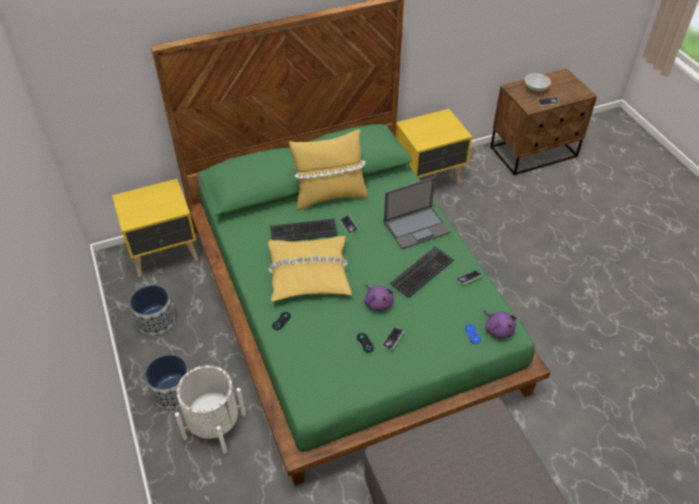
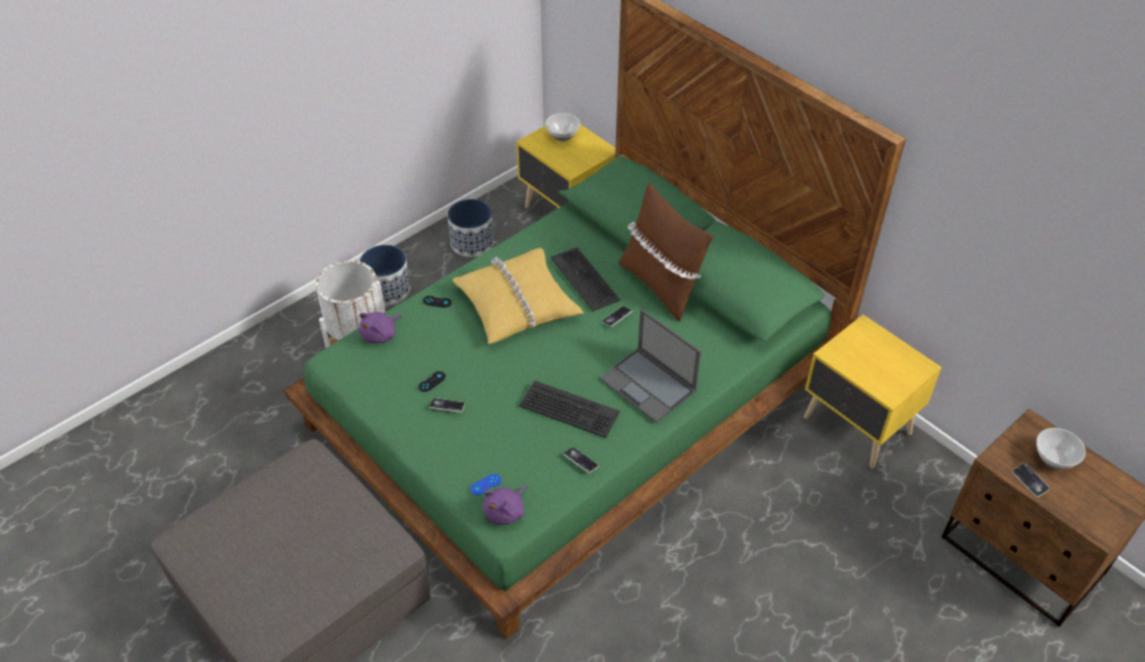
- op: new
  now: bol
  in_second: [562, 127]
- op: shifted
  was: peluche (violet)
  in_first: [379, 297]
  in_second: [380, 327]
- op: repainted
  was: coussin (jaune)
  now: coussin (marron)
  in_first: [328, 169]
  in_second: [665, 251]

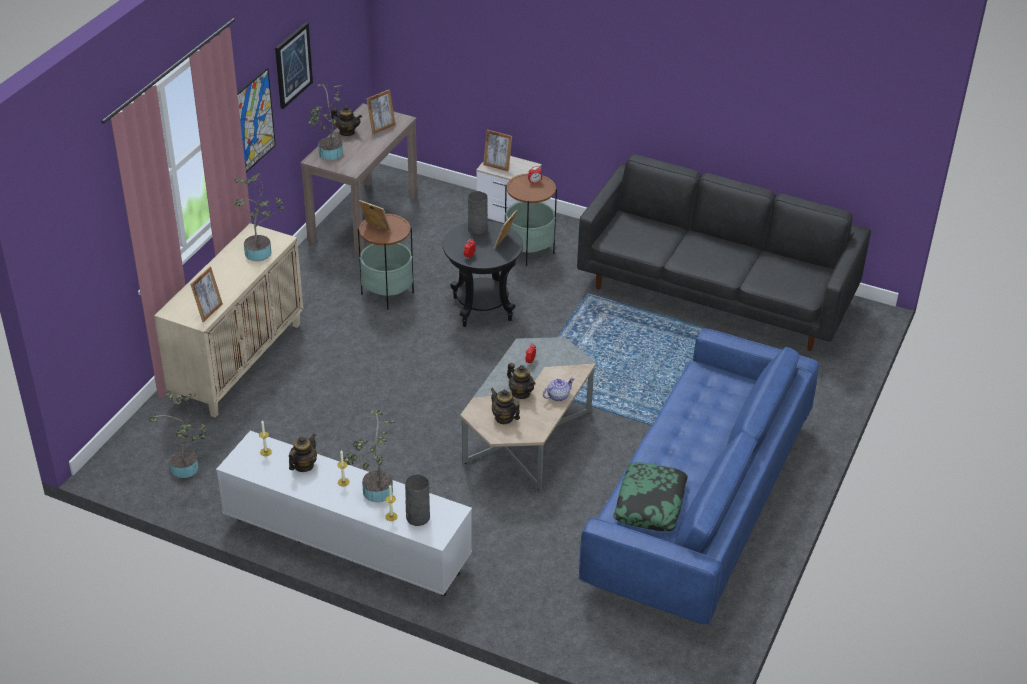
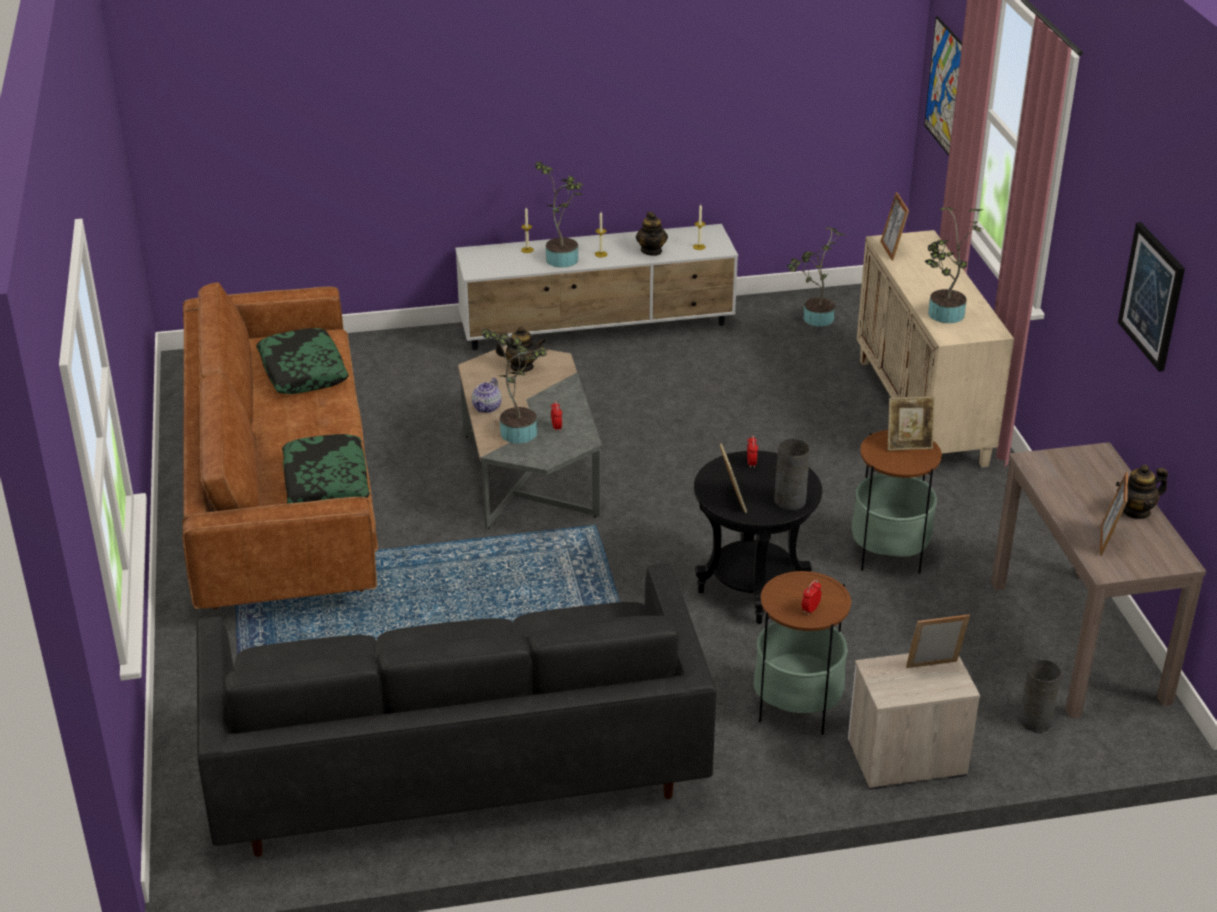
- op: gone
  was: théière
  in_first: [521, 381]
- op: new
  now: coussin
  in_second: [326, 469]
- op: shifted
  was: tableau
  in_first: [256, 120]
  in_second: [943, 86]
- op: shifted
  was: plante en pot
  in_first: [325, 122]
  in_second: [515, 386]
- op: shifted
  was: vase (gris)
  in_first: [417, 500]
  in_second: [1040, 696]
- op: repainted
  was: canapé (bleu)
  now: canapé (marron)
  in_first: [699, 477]
  in_second: [280, 445]

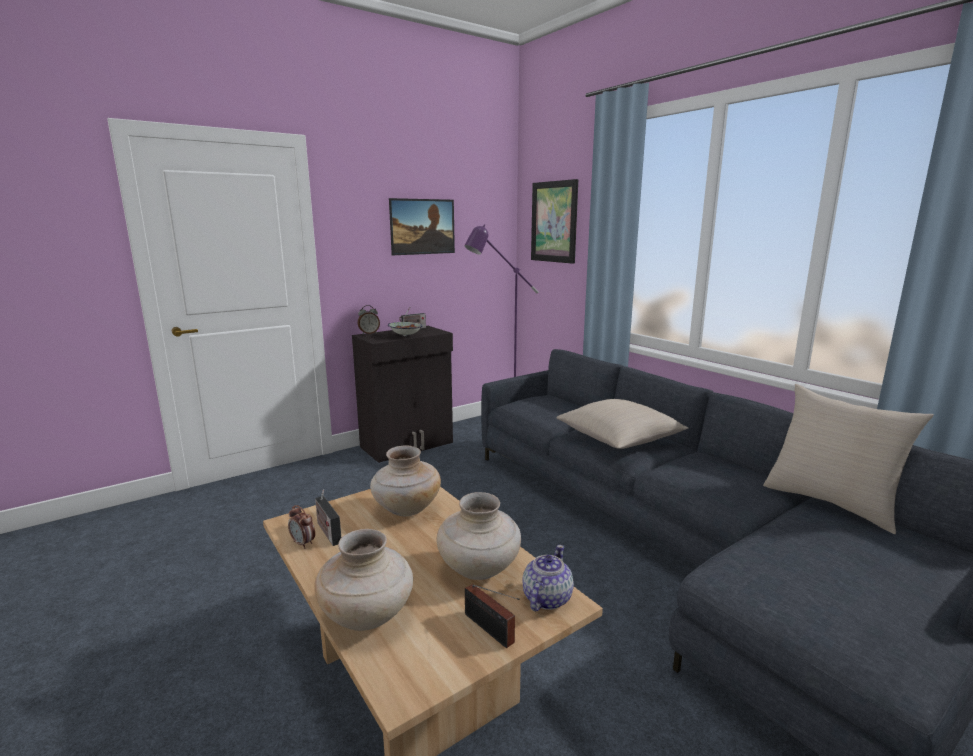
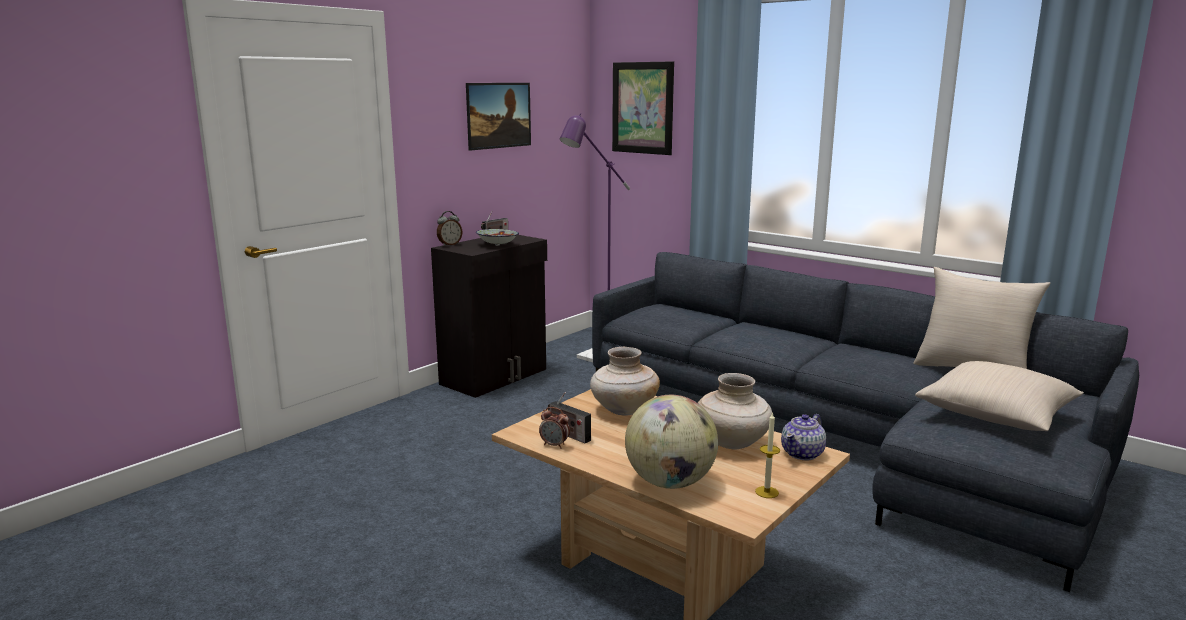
- op: gone
  was: radio
  in_first: [492, 616]
- op: new
  now: bougie
  in_second: [767, 455]
- op: shifted
  was: coussin (beige)
  in_first: [622, 424]
  in_second: [999, 396]
- op: swapped
  was: vase (beige)
  now: globe
  in_first: [363, 580]
  in_second: [671, 442]
- op: rotated
  was: théière
  in_first: [548, 578]
  in_second: [803, 437]
  clockwise: -150

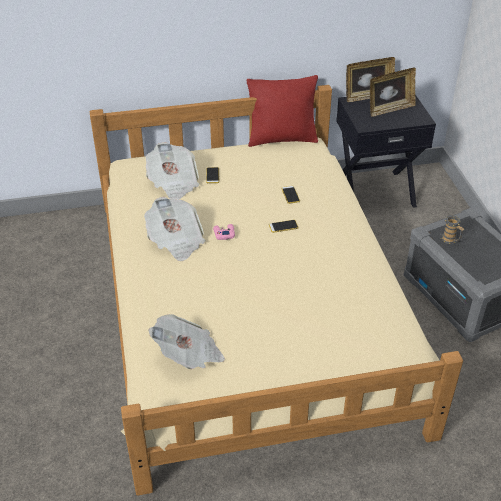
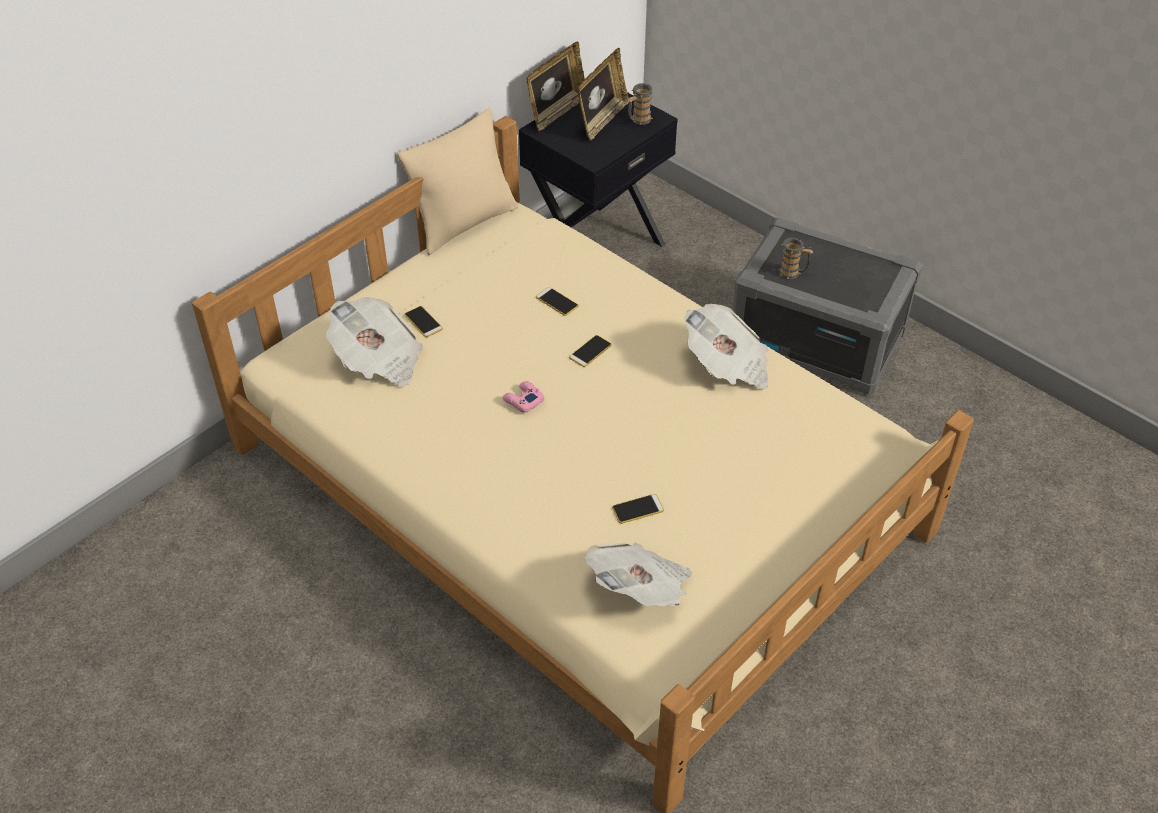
- op: new
  now: téléphone
  in_second: [638, 509]
- op: new
  now: mug
  in_second: [641, 104]
- op: shifted
  was: journal
  in_first: [174, 229]
  in_second: [726, 346]
- op: repainted
  was: coussin (rouge)
  now: coussin (beige)
  in_first: [282, 111]
  in_second: [457, 181]

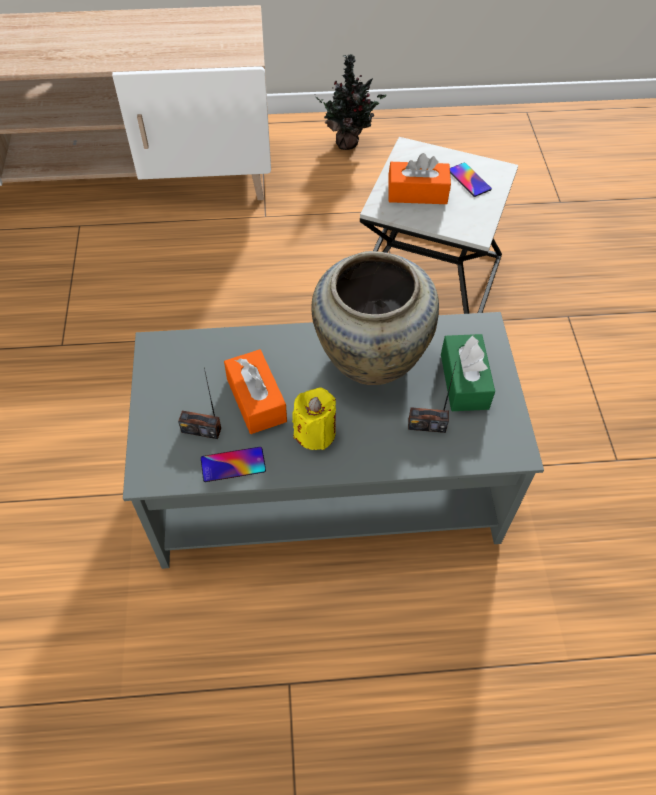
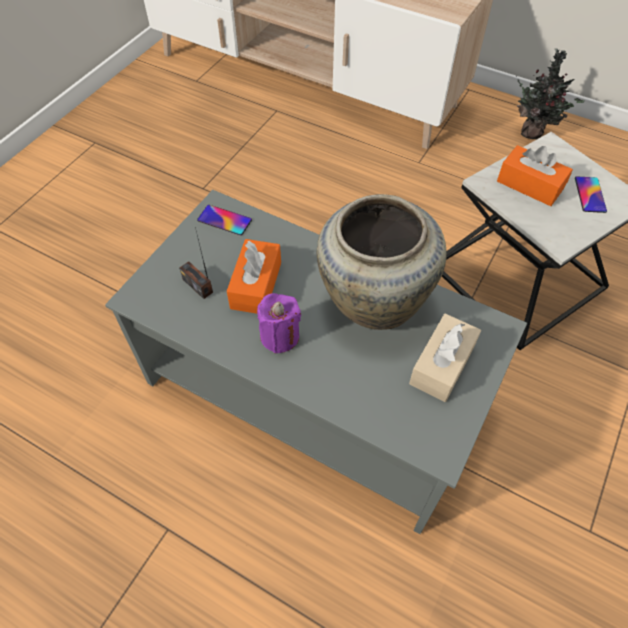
- op: gone
  was: radio
  in_first: [432, 398]
- op: shifted
  was: téléphone
  in_first: [233, 464]
  in_second: [224, 220]
- op: repainted
  was: bougie (jaune)
  now: bougie (violet)
  in_first: [314, 418]
  in_second: [279, 323]
- op: repainted
  was: boîte à mouchoirs (vert)
  now: boîte à mouchoirs (beige)
  in_first: [468, 372]
  in_second: [445, 357]

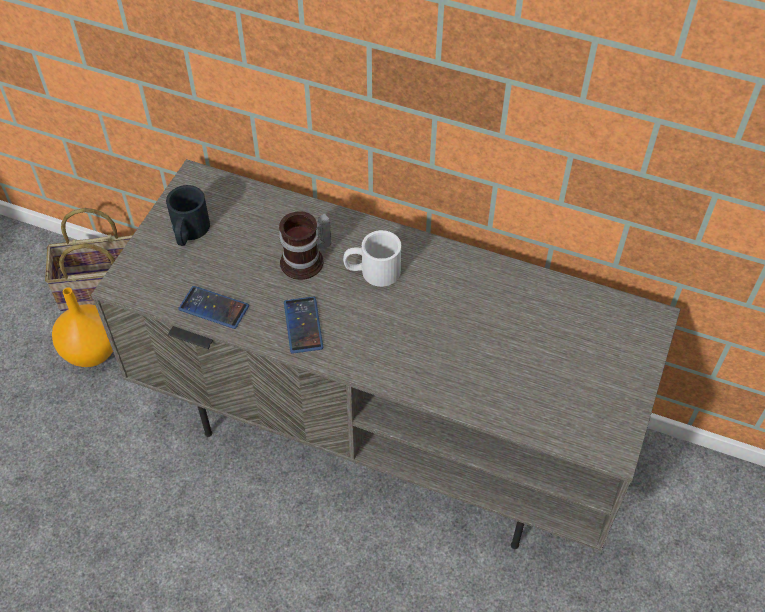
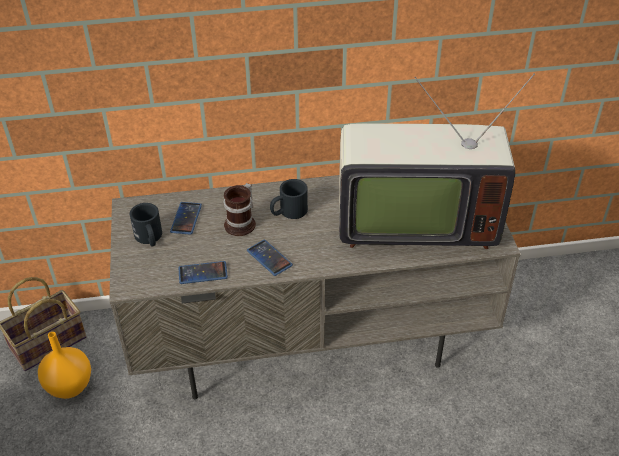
- op: new
  now: téléphone
  in_second: [186, 218]
- op: new
  now: téléviseur
  in_second: [437, 161]
- op: repainted
  was: mug (blanc)
  now: mug (noir)
  in_first: [372, 258]
  in_second: [289, 199]

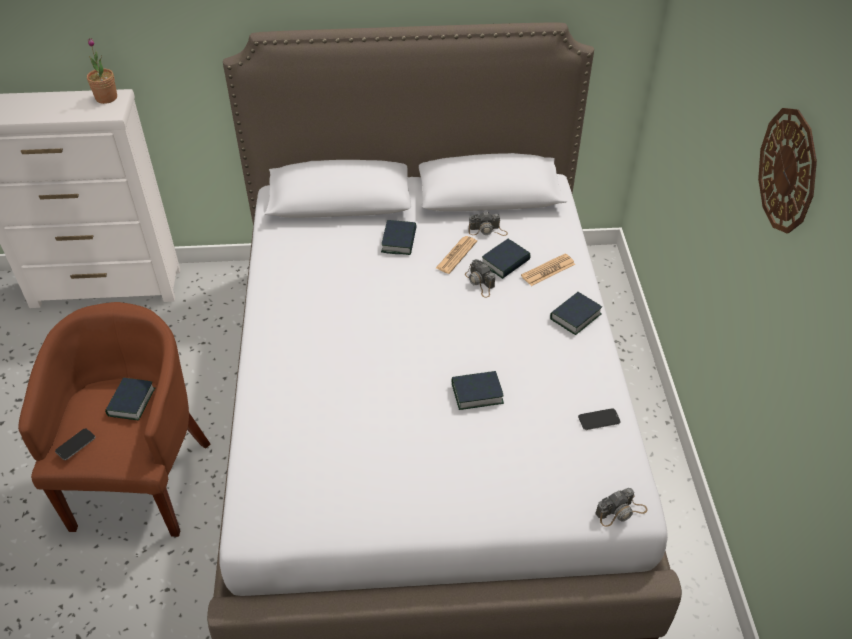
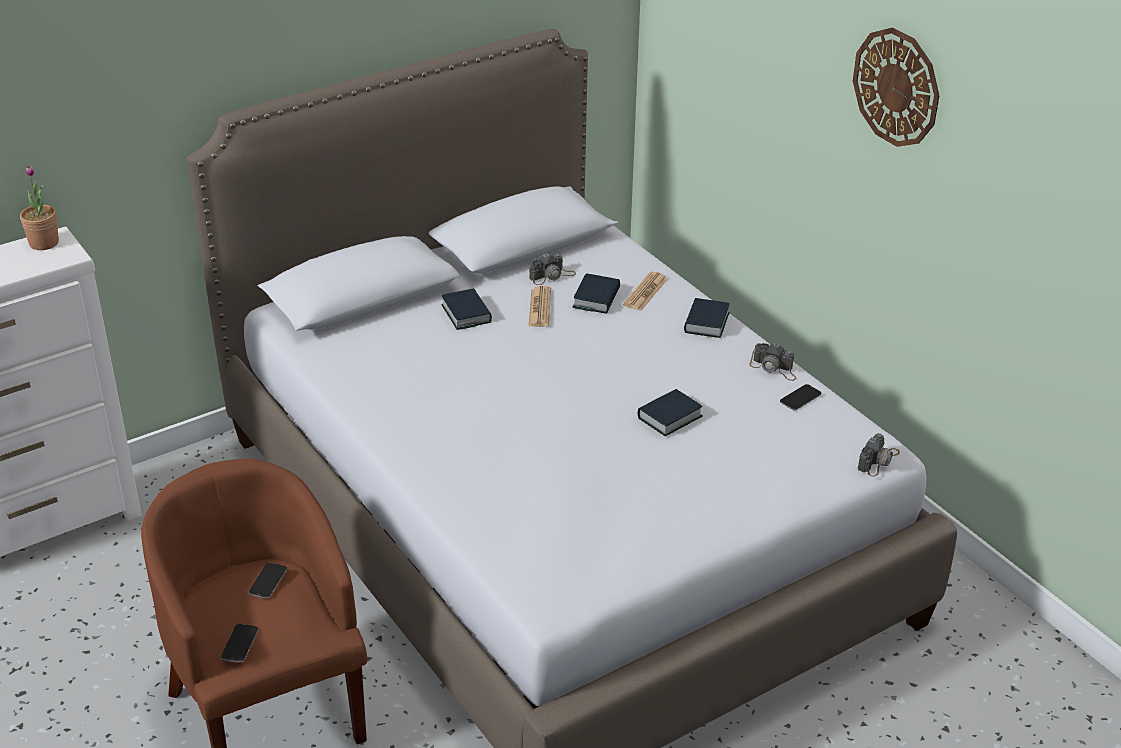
- op: shifted
  was: appareil photo
  in_first: [480, 278]
  in_second: [772, 362]
- op: swapped
  was: livre
  now: téléphone
  in_first: [130, 398]
  in_second: [268, 581]

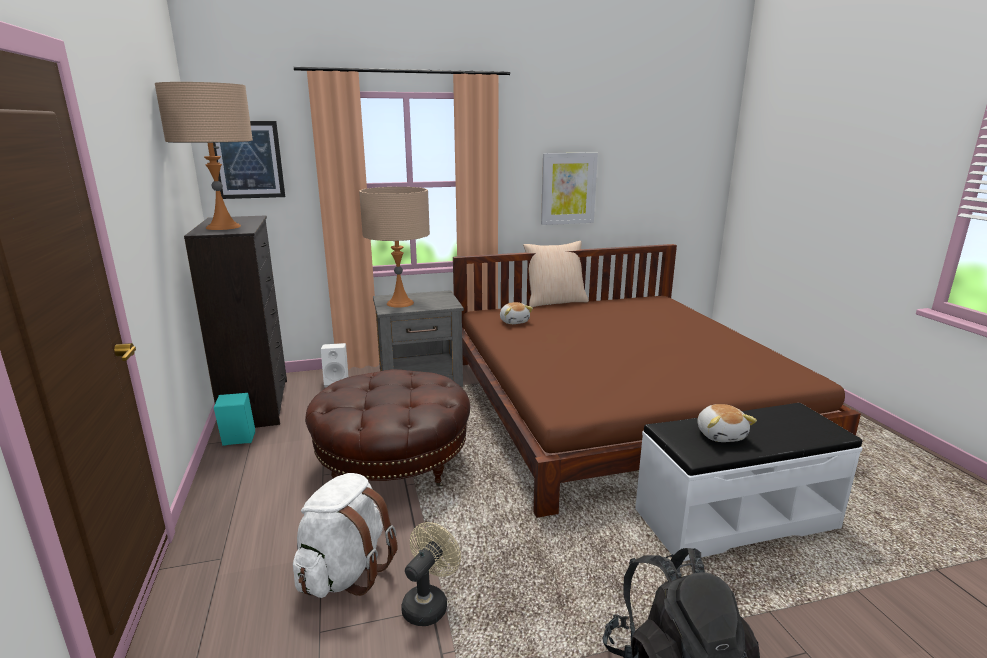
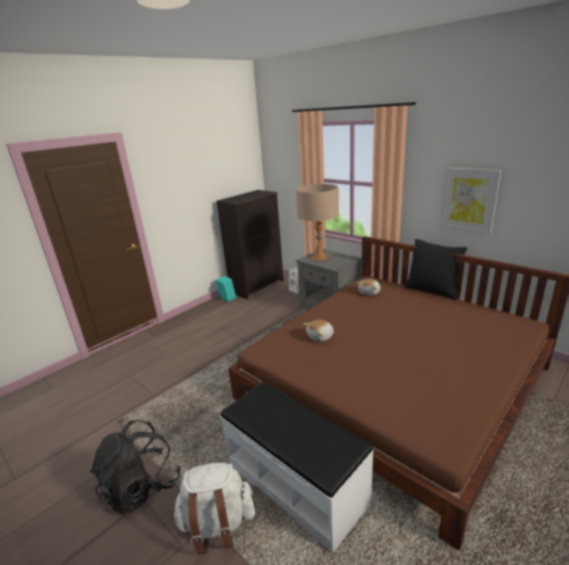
- op: gone
  was: lampe de table (beige)
  in_first: [204, 156]
- op: gone
  was: tableau
  in_first: [249, 160]
- op: gone
  was: pouf (marron)
  in_first: [387, 428]
- op: gone
  was: ventilateur (beige)
  in_first: [431, 574]
- op: shifted
  was: sac à dos (blanc)
  in_first: [345, 535]
  in_second: [213, 509]
- op: shifted
  was: peluche
  in_first: [727, 423]
  in_second: [318, 331]
- op: repainted
  was: coussin (beige)
  now: coussin (noir)
  in_first: [555, 274]
  in_second: [436, 269]

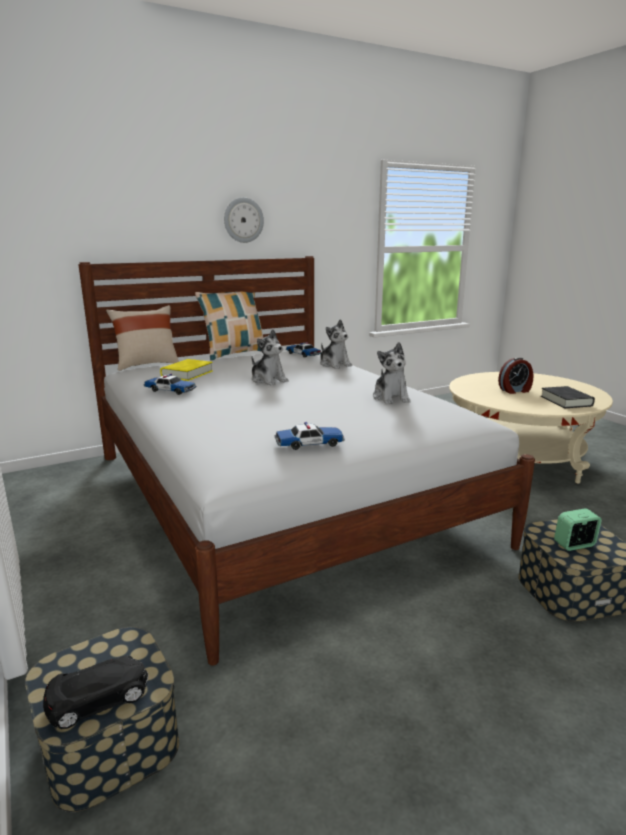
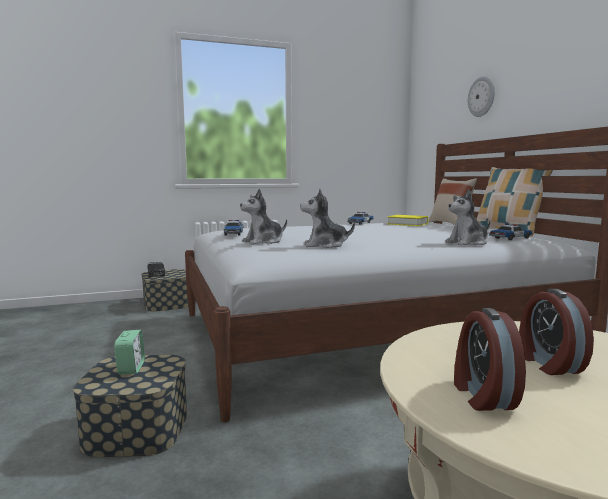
- op: shifted
  was: horloge murale
  in_first: [244, 220]
  in_second: [481, 96]
- op: shifted
  was: peluche
  in_first: [270, 357]
  in_second: [263, 216]
- op: swapped
  was: livre (noir)
  now: réveil
  in_first: [568, 397]
  in_second: [490, 359]

